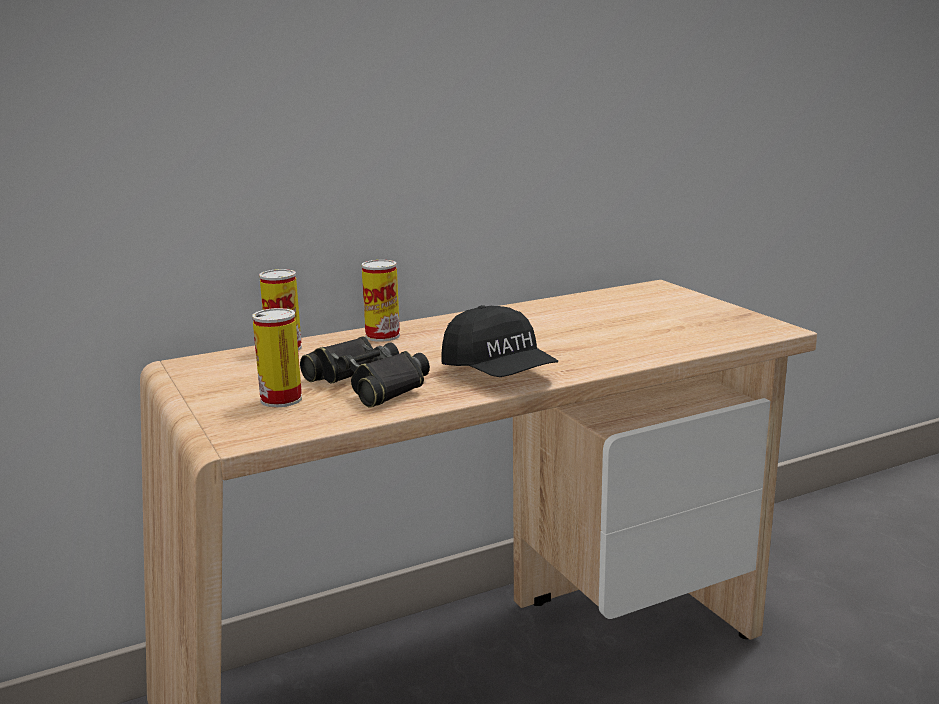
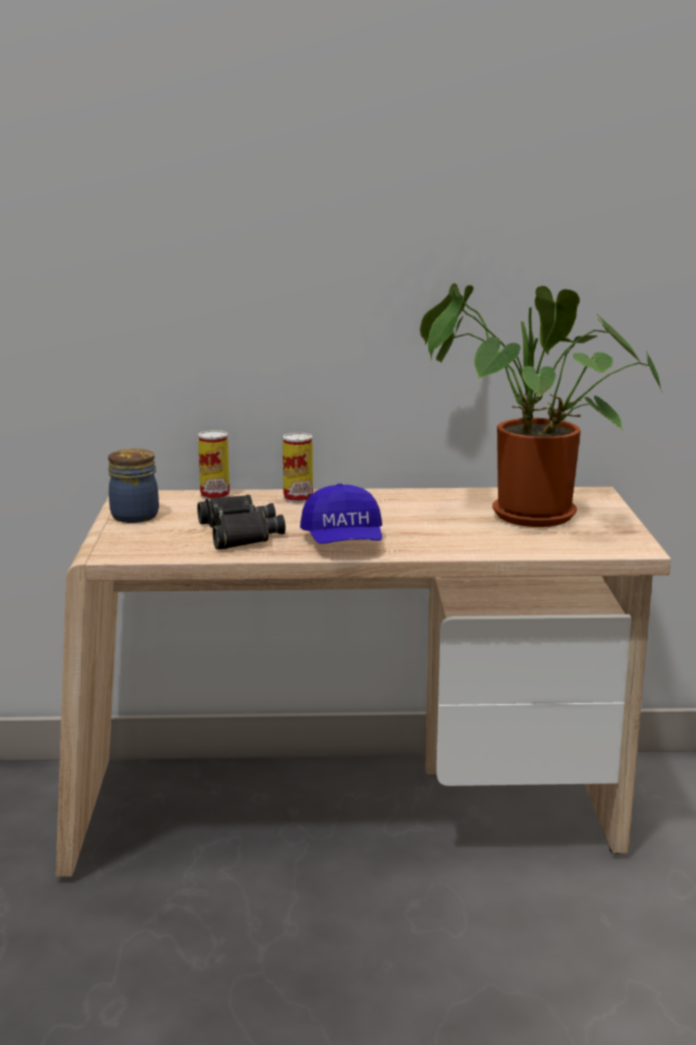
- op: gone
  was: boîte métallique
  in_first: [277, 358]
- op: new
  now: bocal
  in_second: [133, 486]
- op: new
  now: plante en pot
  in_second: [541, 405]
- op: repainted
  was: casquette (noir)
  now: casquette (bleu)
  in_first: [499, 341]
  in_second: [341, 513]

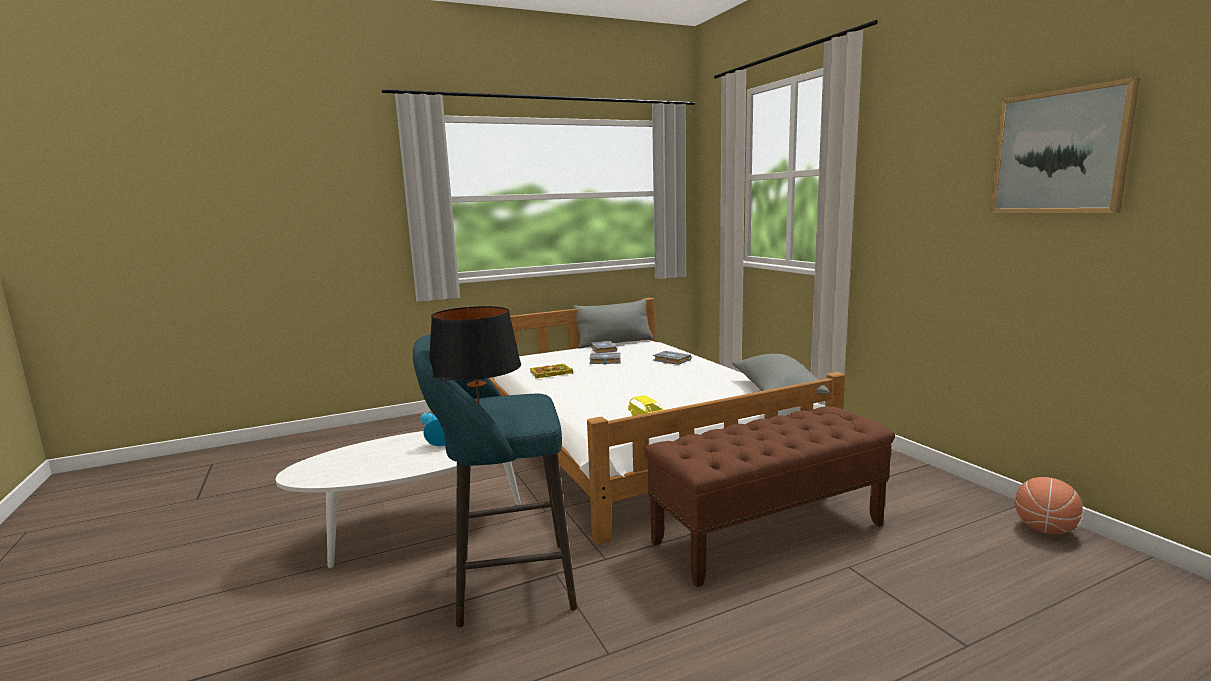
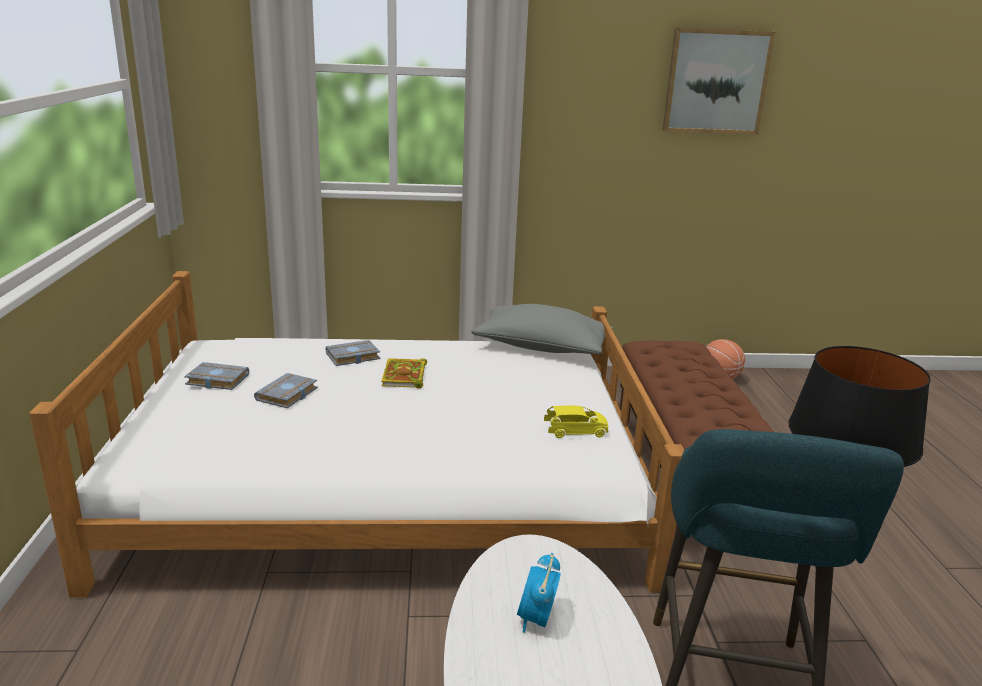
- op: gone
  was: coussin (gris)
  in_first: [613, 324]
- op: shifted
  was: livre
  in_first: [551, 371]
  in_second: [404, 373]

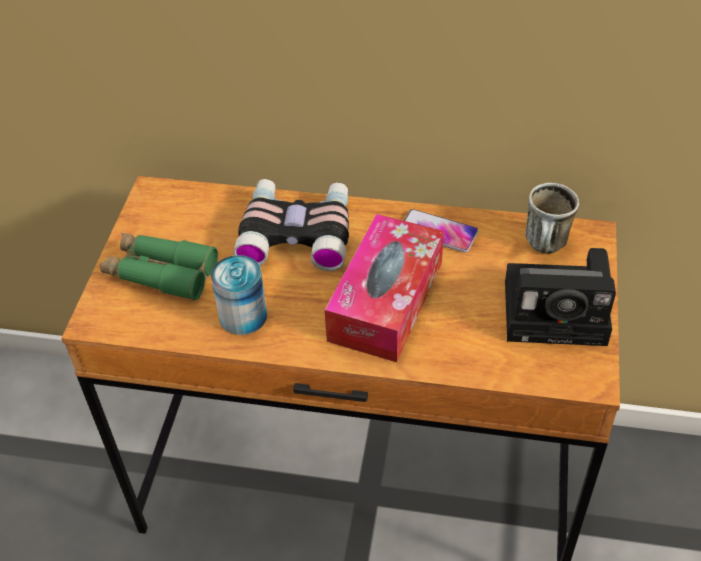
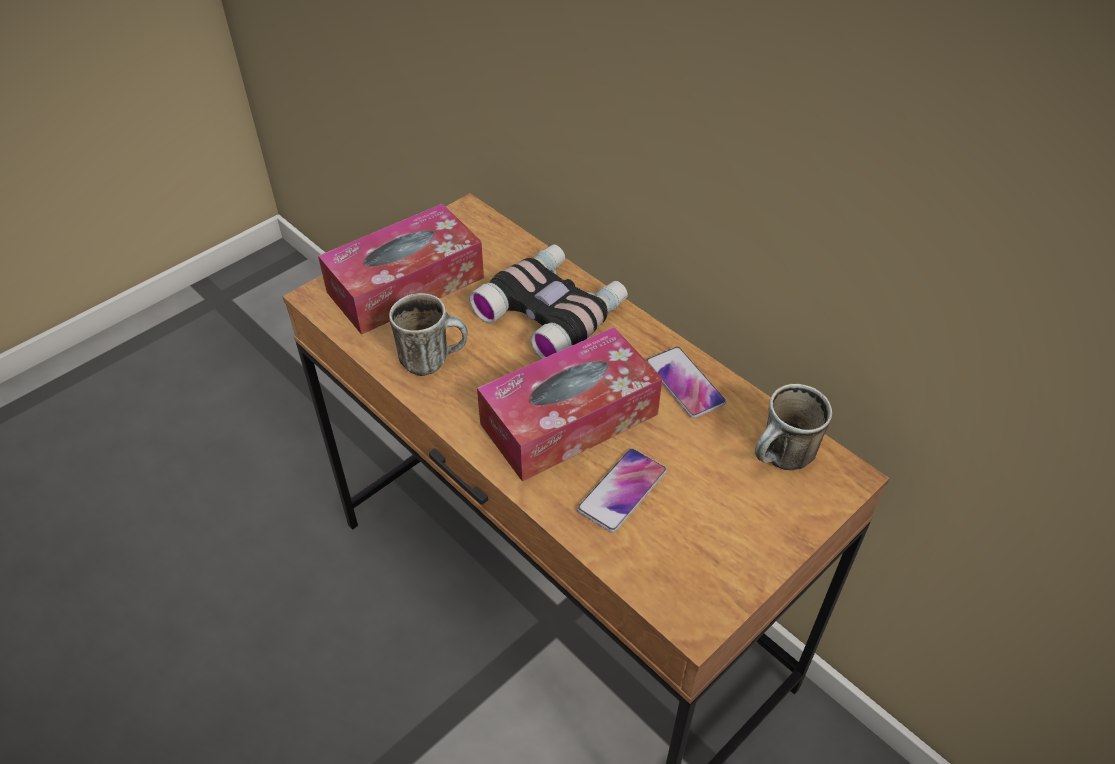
- op: gone
  was: appareil photo
  in_first: [560, 297]
- op: new
  now: téléphone
  in_second: [622, 491]
- op: swapped
  was: jumelles (vert)
  now: boîte à mouchoirs
  in_first: [159, 267]
  in_second: [401, 269]
- op: swapped
  was: boîte métallique
  now: mug
  in_first: [239, 295]
  in_second: [428, 334]

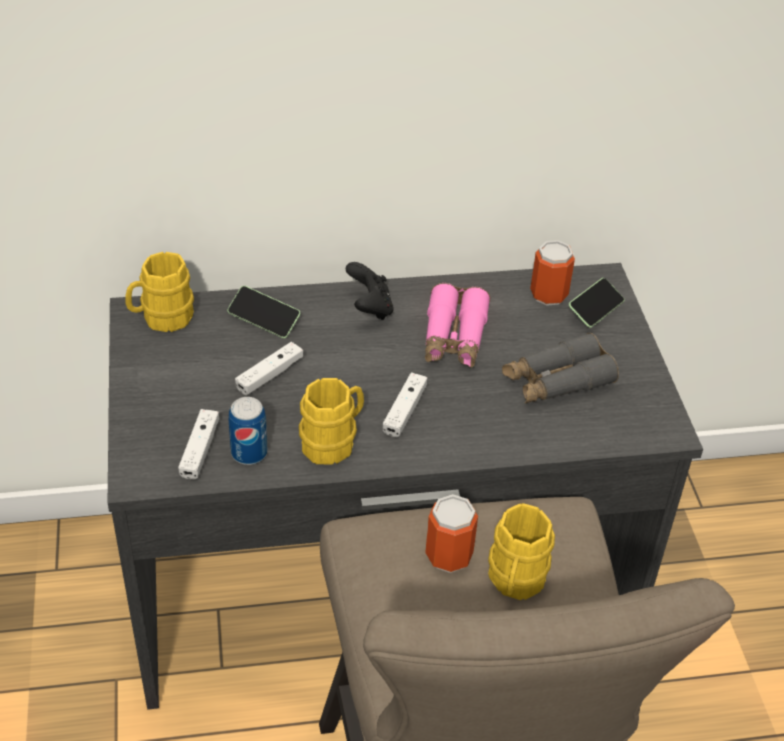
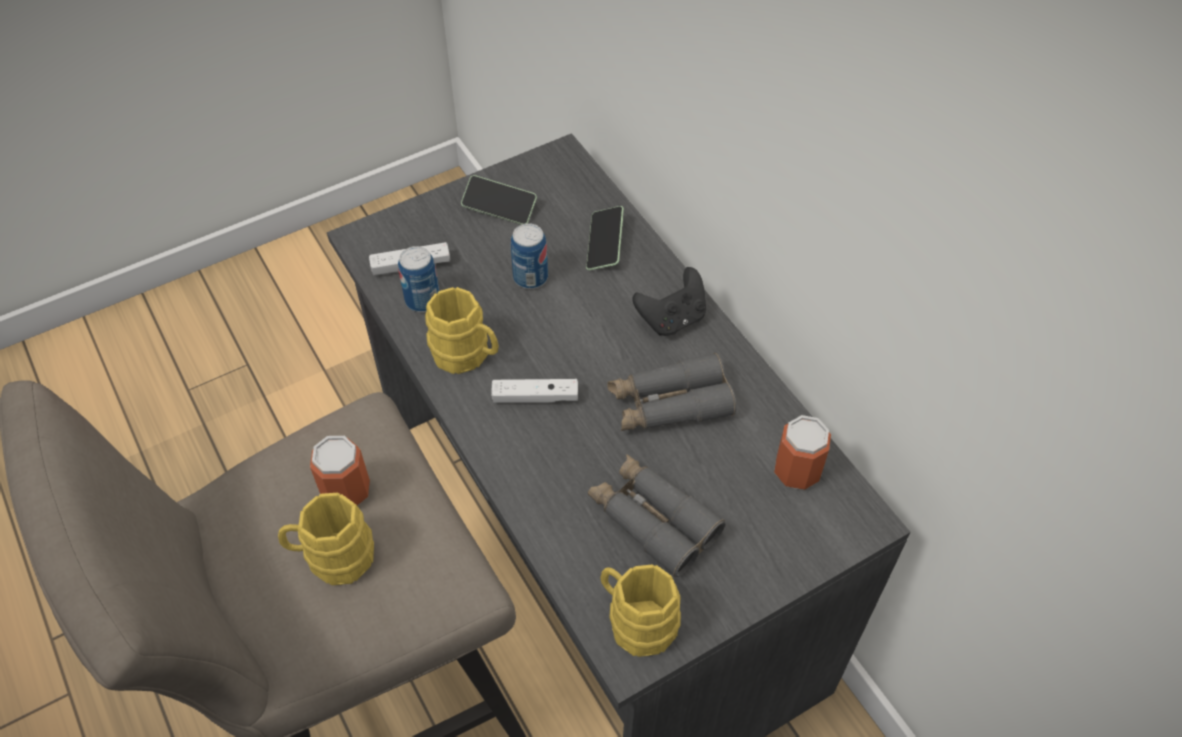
- op: shifted
  was: mug (jaune)
  in_first: [160, 292]
  in_second: [640, 611]
- op: shifted
  was: téléphone
  in_first: [597, 303]
  in_second: [499, 200]
- op: swapped
  was: manette (blanc)
  now: boîte métallique
  in_first: [269, 369]
  in_second: [529, 256]
- op: repainted
  was: jumelles (rose)
  now: jumelles (gris)
  in_first: [458, 325]
  in_second: [671, 392]

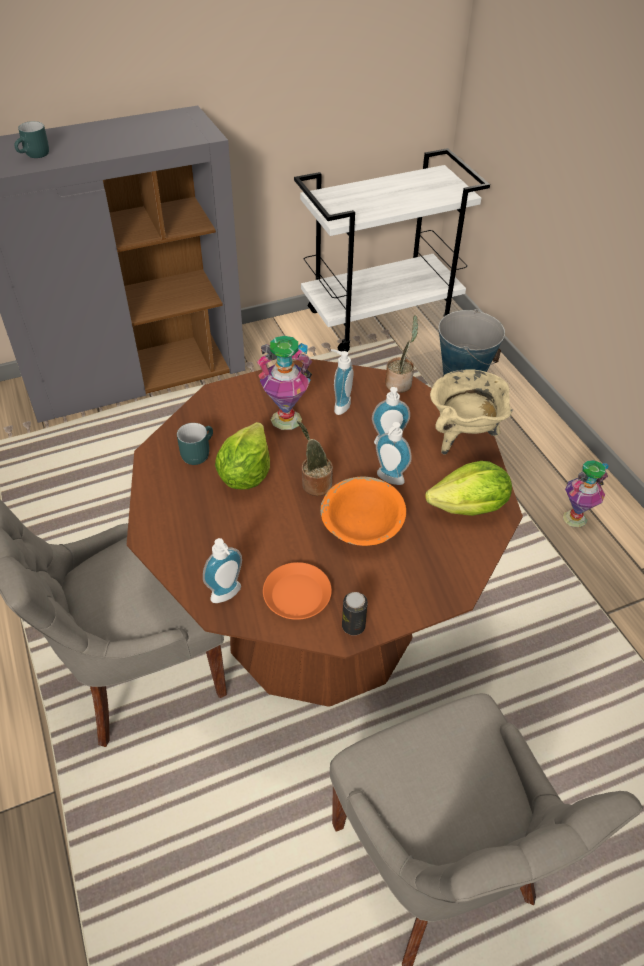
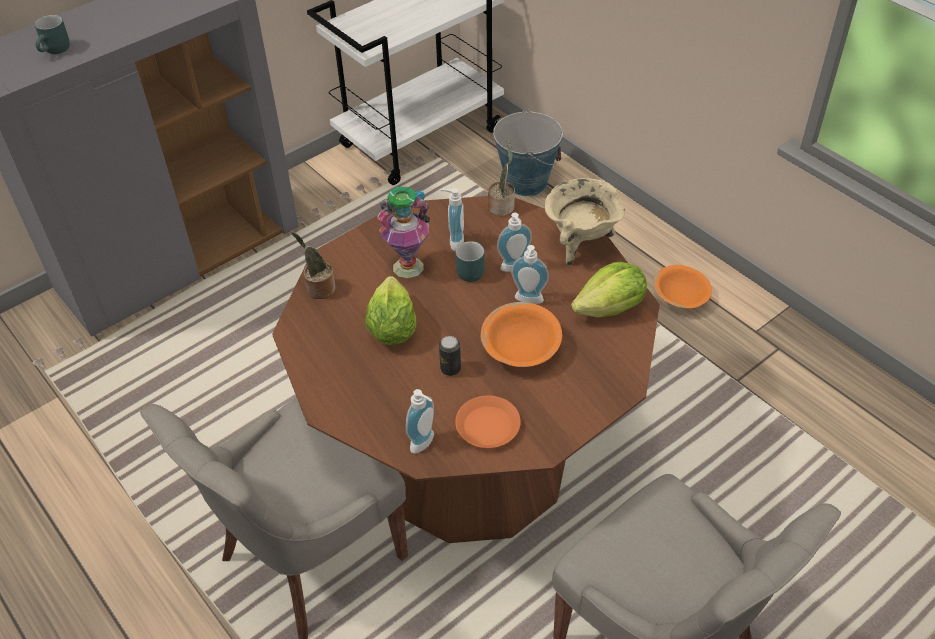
- op: shifted
  was: mug (turquoise)
  in_first: [195, 444]
  in_second: [470, 261]
- op: shifted
  was: plante en pot
  in_first: [315, 458]
  in_second: [313, 265]
- op: shifted
  was: boîte métallique
  in_first: [355, 613]
  in_second: [450, 356]
- op: swapped
  was: vase
  now: bol (orange)
  in_first: [586, 494]
  in_second: [682, 286]

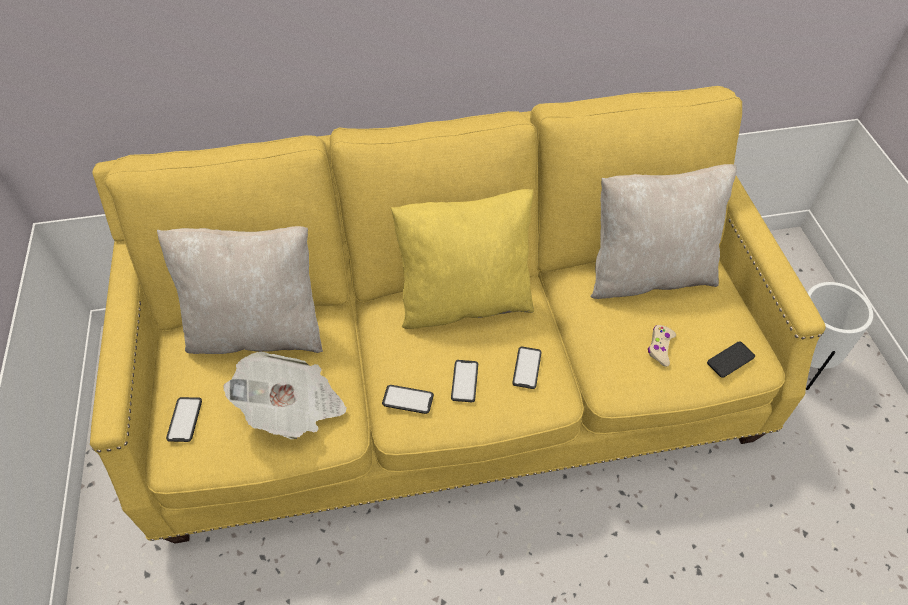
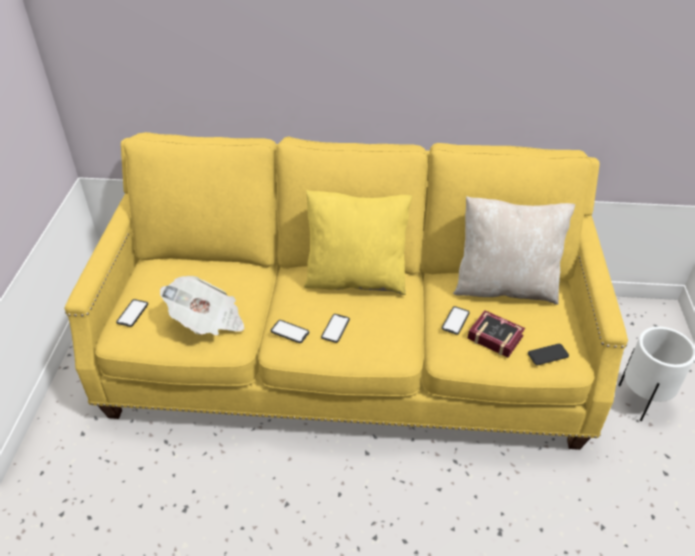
- op: gone
  was: coussin (beige)
  in_first: [240, 290]
- op: shifted
  was: téléphone
  in_first: [527, 368]
  in_second: [456, 320]
- op: swapped
  was: manette (beige)
  now: livre
  in_first: [662, 346]
  in_second: [496, 334]

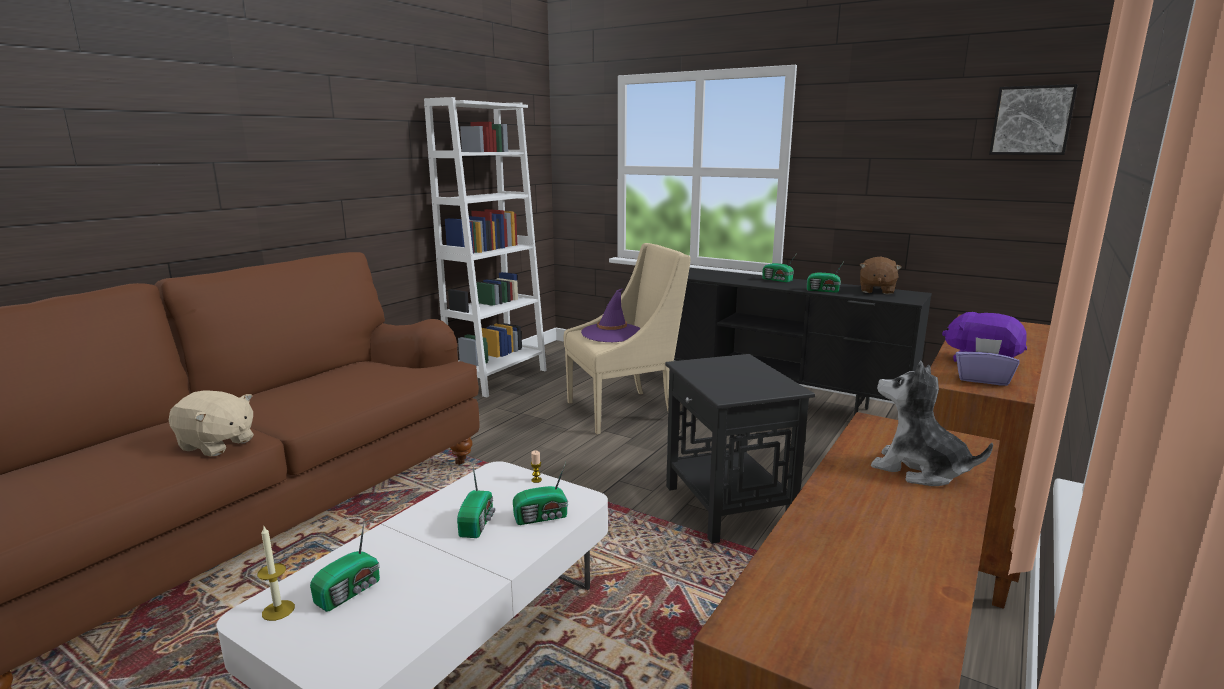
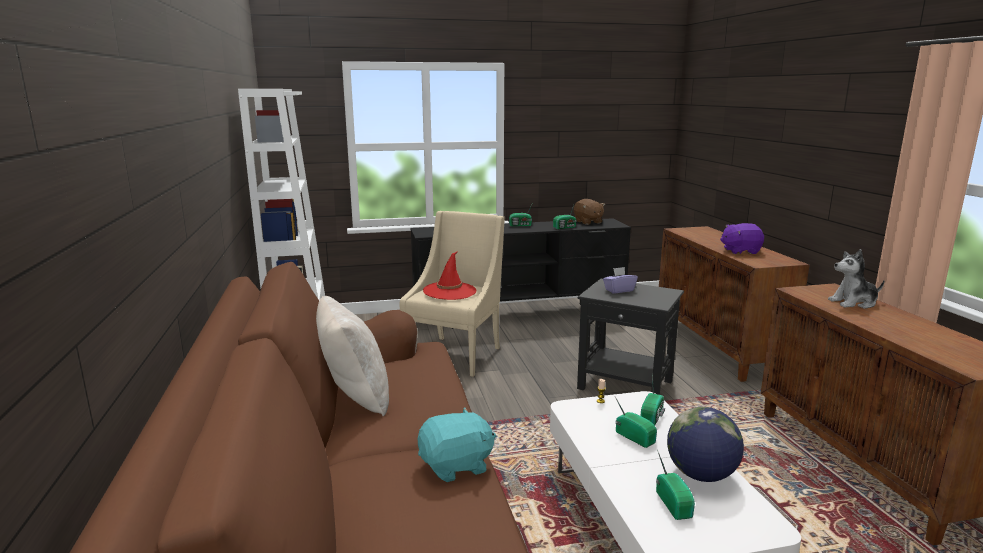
- op: gone
  was: bougie
  in_first: [276, 573]
- op: gone
  was: tableau
  in_first: [1033, 119]
- op: new
  now: coussin (beige)
  in_second: [352, 356]
- op: new
  now: globe
  in_second: [705, 444]
- op: shifted
  was: boîte à mouchoirs (violet)
  in_first: [988, 361]
  in_second: [620, 280]
- op: repainted
  was: peluche (beige)
  now: peluche (turquoise)
  in_first: [211, 423]
  in_second: [457, 444]
- op: repainted
  was: chapeau (violet)
  now: chapeau (rouge)
  in_first: [611, 315]
  in_second: [449, 275]

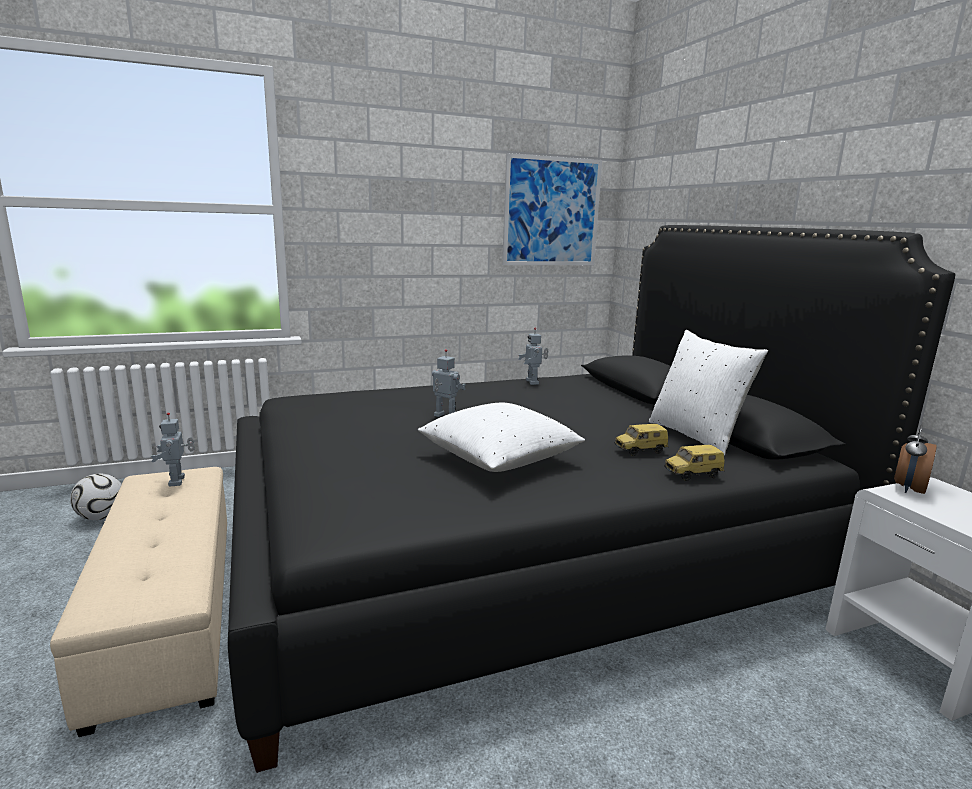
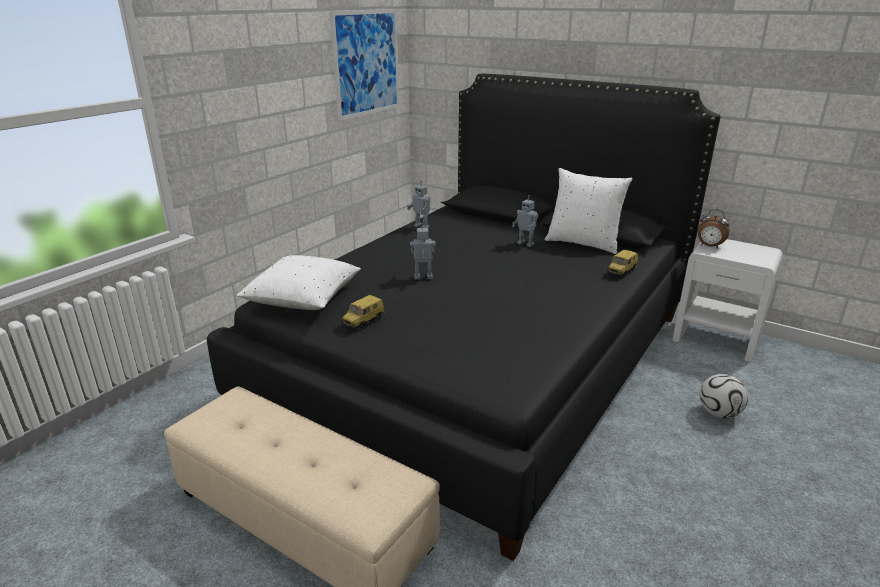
- op: shifted
  was: ballon de foot
  in_first: [96, 497]
  in_second: [724, 396]
- op: shifted
  was: robot jouet
  in_first: [173, 449]
  in_second: [525, 221]
- op: shifted
  was: coussin (blanc)
  in_first: [501, 437]
  in_second: [299, 282]
- op: shifted
  was: petite voiture
  in_first: [641, 440]
  in_second: [363, 312]
- op: rotated
  was: réveil
  in_first: [915, 459]
  in_second: [714, 229]
  clockwise: -60

